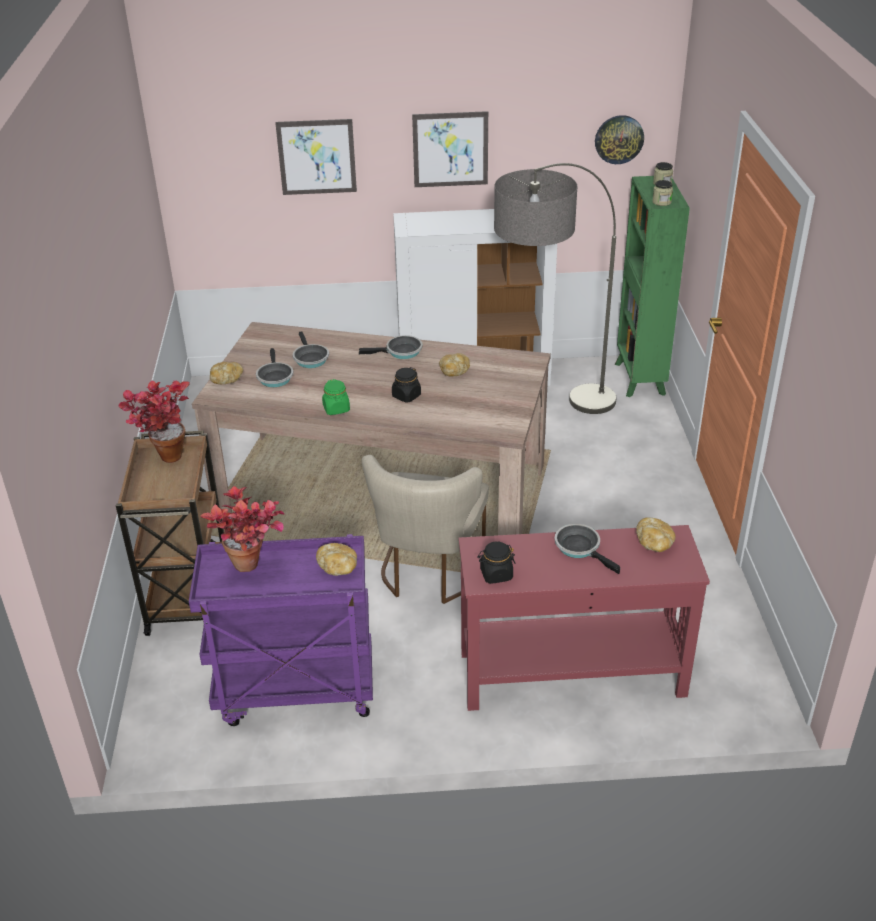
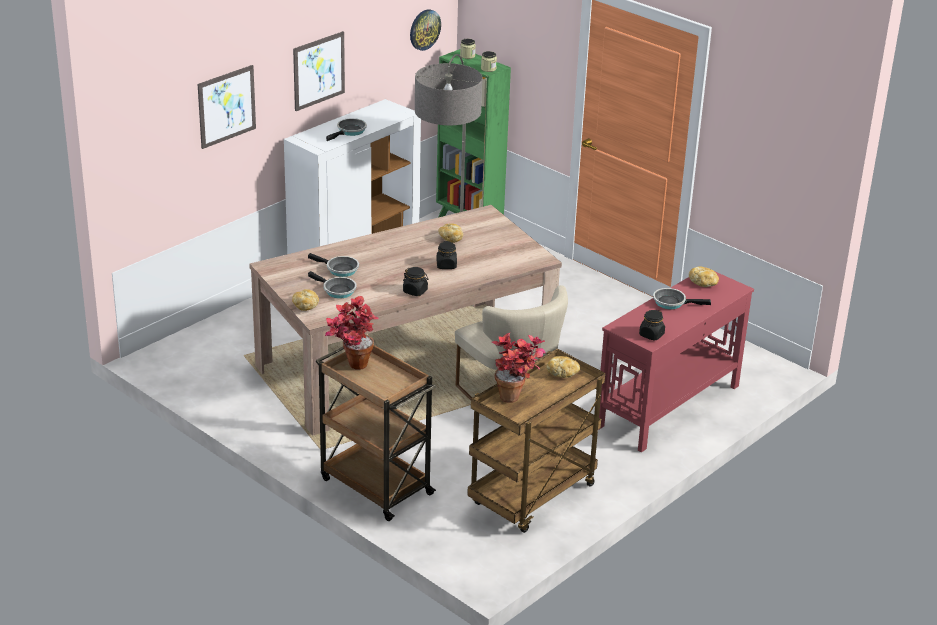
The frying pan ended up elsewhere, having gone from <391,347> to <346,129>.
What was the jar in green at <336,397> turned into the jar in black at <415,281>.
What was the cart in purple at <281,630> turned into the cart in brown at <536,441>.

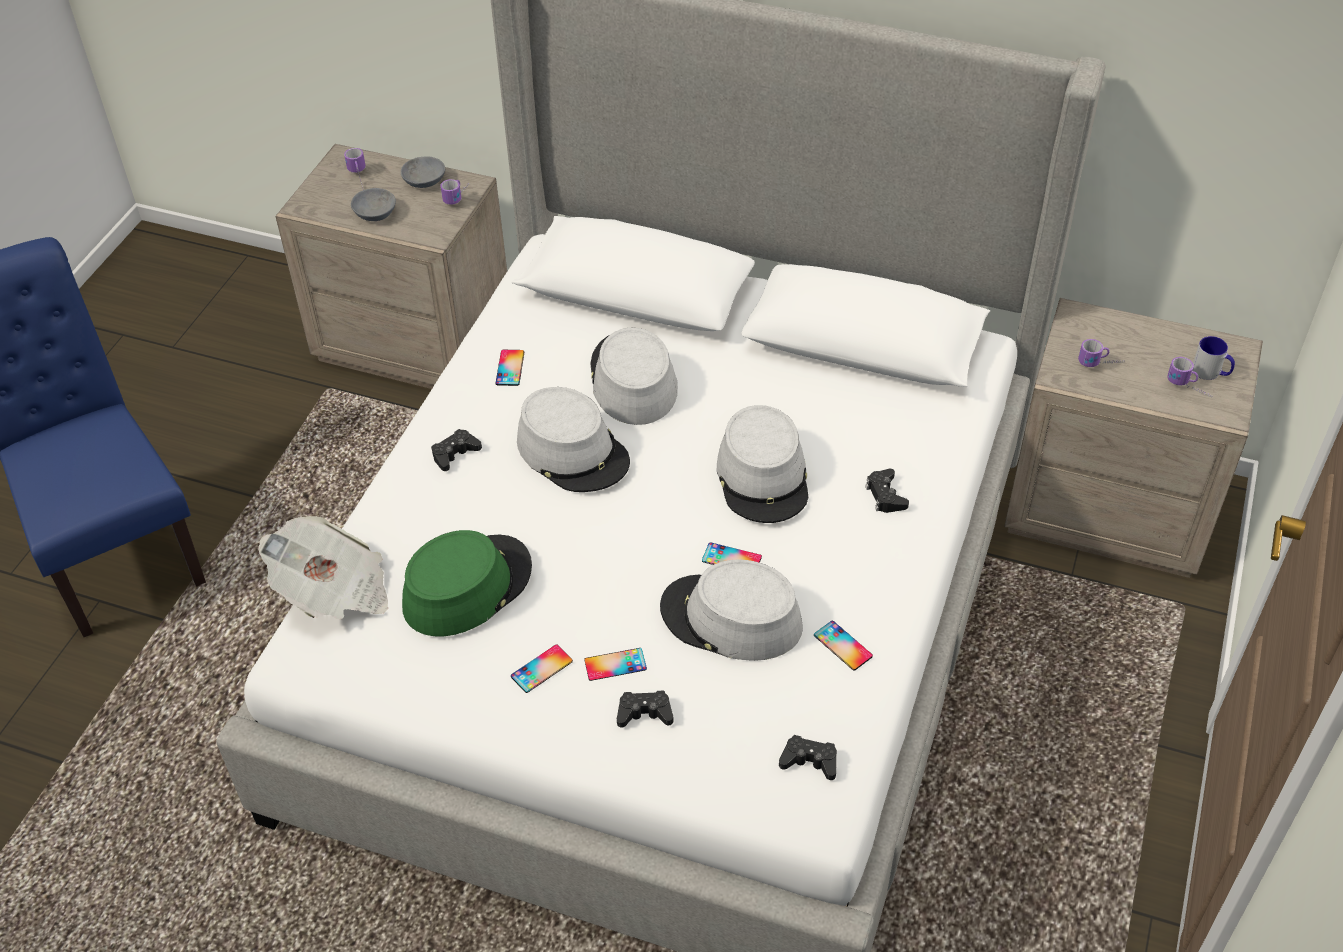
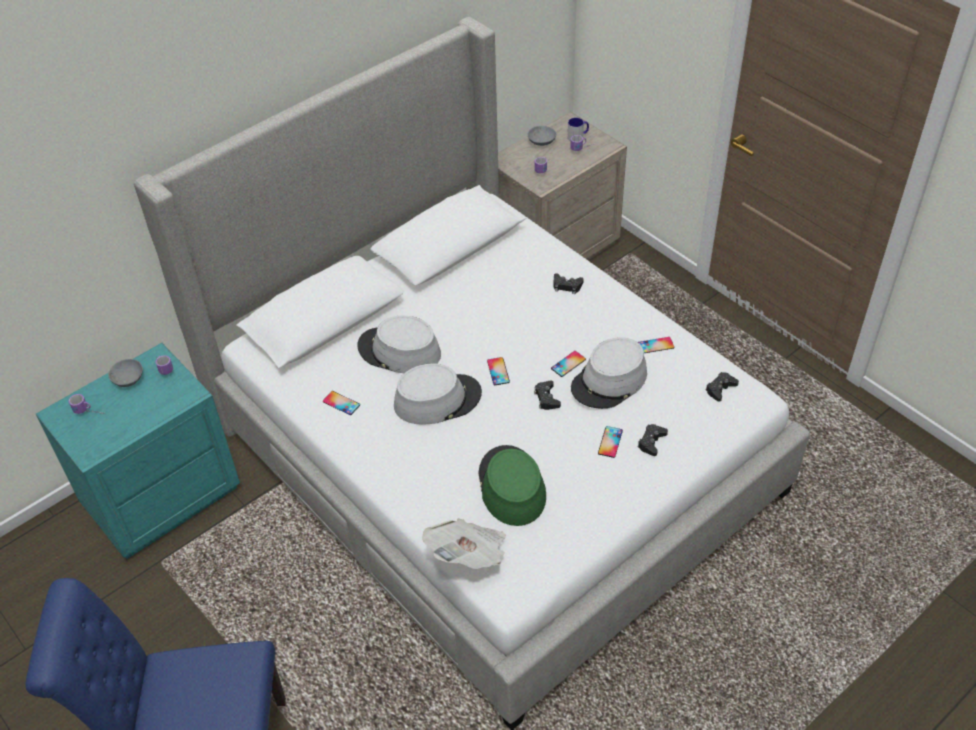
What was the nightstand in beige at <391,266> turned into the nightstand in turquoise at <138,451>.
The bowl in grey ended up elsewhere, having gone from <373,204> to <541,136>.
The second view lost the hat in grey at <762,464>.
The game controller in black ended up elsewhere, having gone from <456,450> to <547,395>.
The phone ended up elsewhere, having gone from <542,668> to <498,371>.

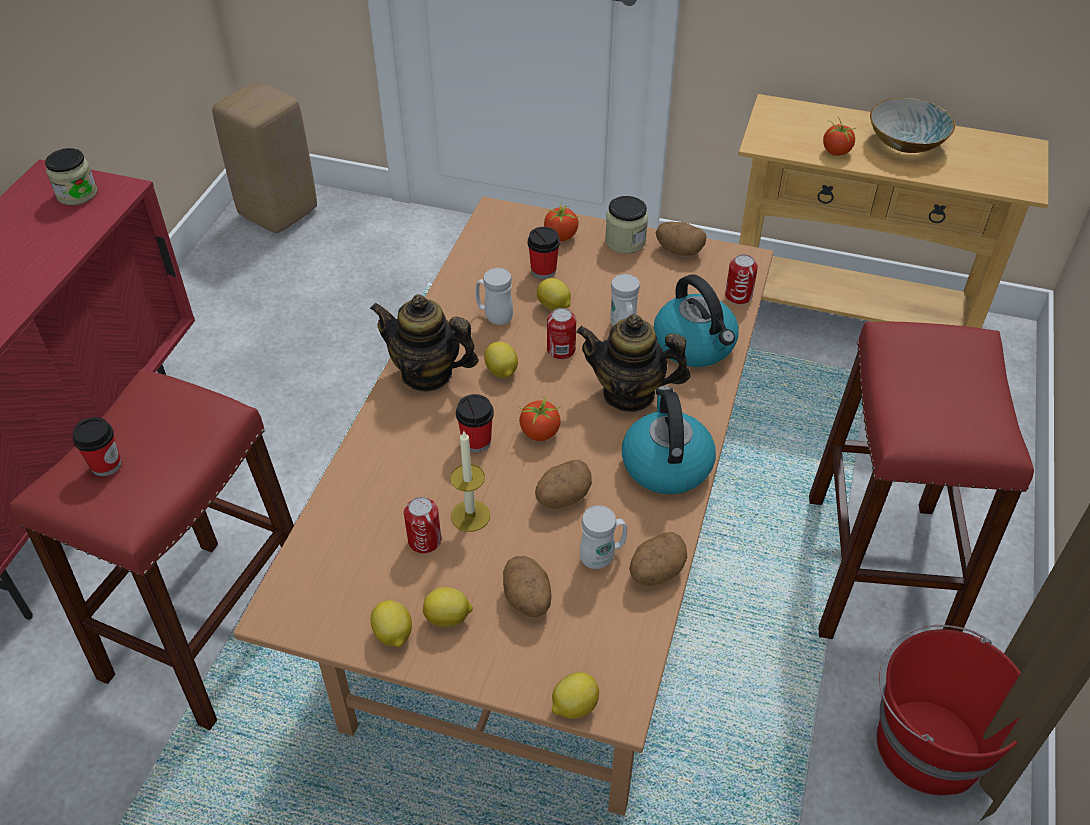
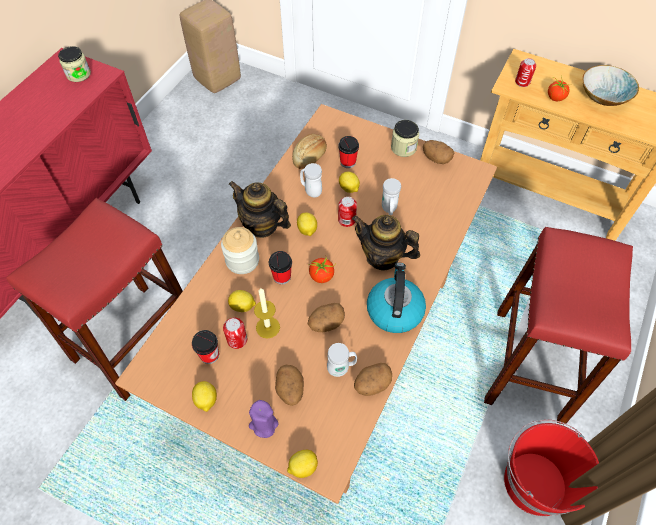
The second view lost the tomato at <561,221>.
The can ended up elsewhere, having gone from <741,279> to <525,72>.
The second view lost the kettle at <696,320>.
The cup ended up elsewhere, having gone from <97,446> to <205,347>.
The lemon ended up elsewhere, having gone from <448,607> to <242,301>.
The second view gained the bread at <309,151>.
The second view gained the jar at <240,250>.
The second view gained the candle in purple at <264,419>.

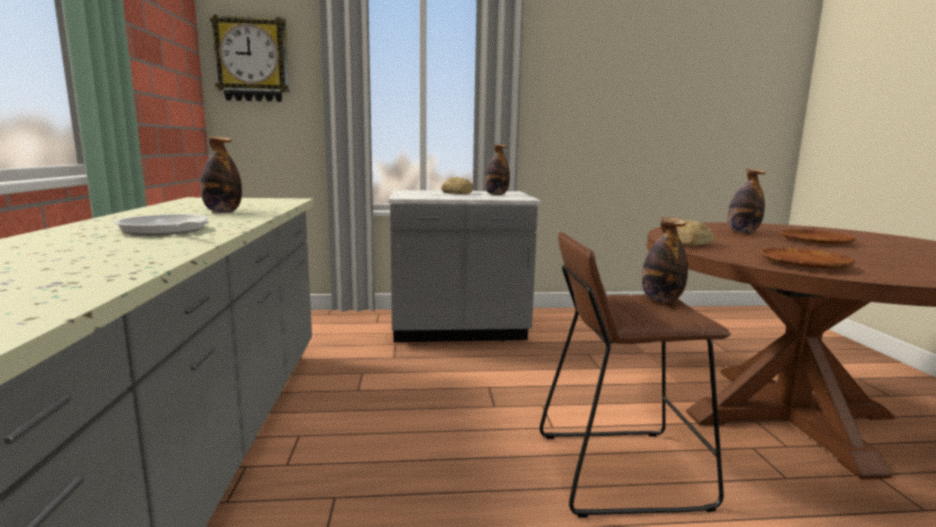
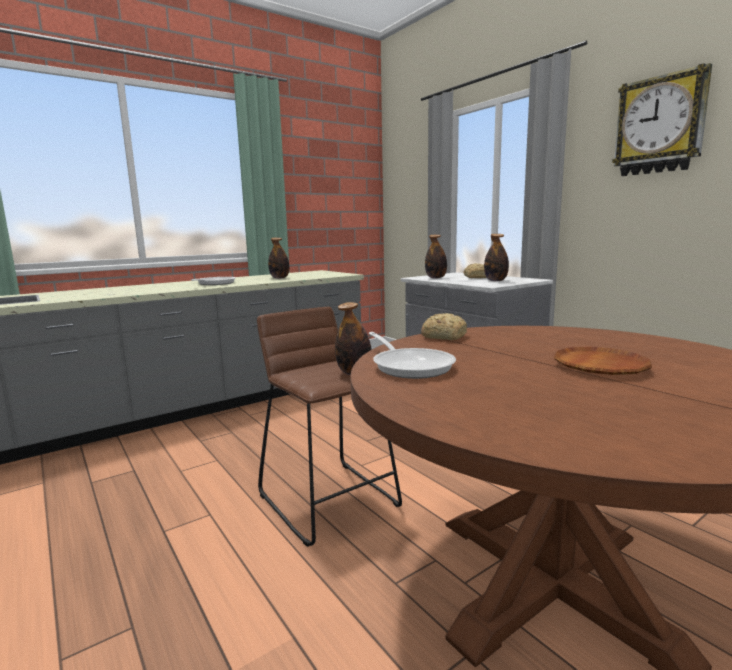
The wall clock ended up elsewhere, having gone from <249,58> to <662,119>.
The bottle ended up elsewhere, having gone from <746,201> to <436,256>.
Where the plate in brown stood at <808,258>, the frying pan came to stand at <412,355>.

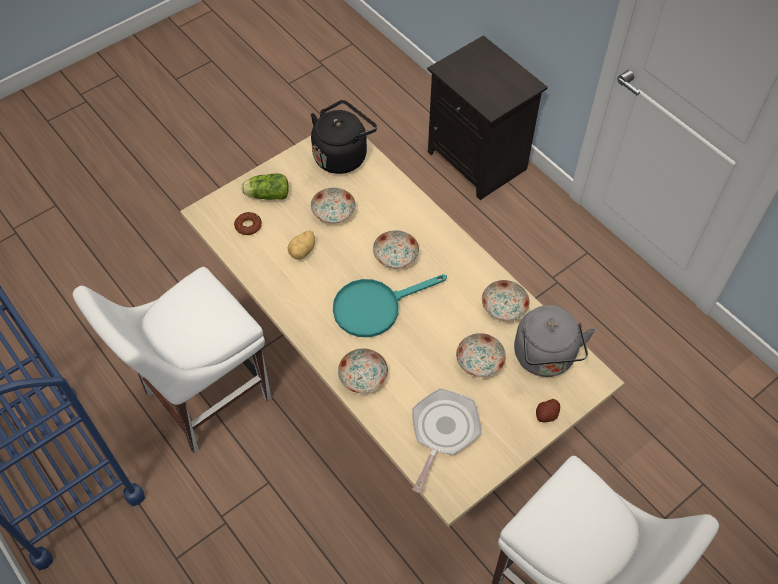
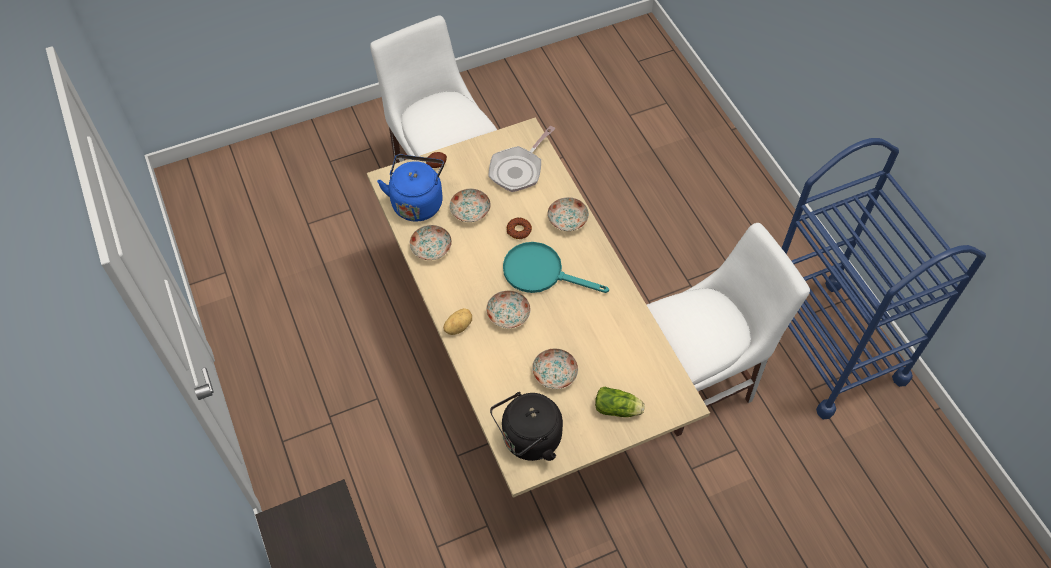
The donut ended up elsewhere, having gone from <248,223> to <519,228>.
The potato ended up elsewhere, having gone from <301,245> to <457,321>.
The frying pan in turquoise at <390,305> ended up facing another way, 150 degrees counterclockwise from before.
What was the kettle in grey at <554,341> turned into the kettle in blue at <410,188>.

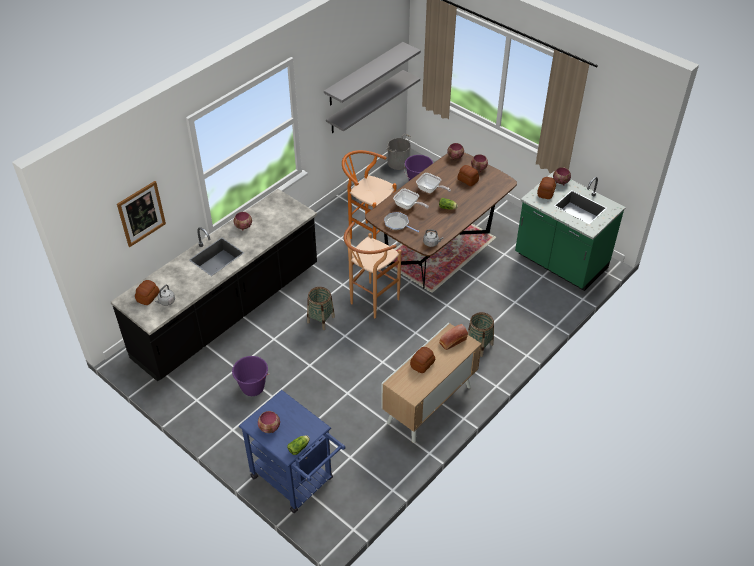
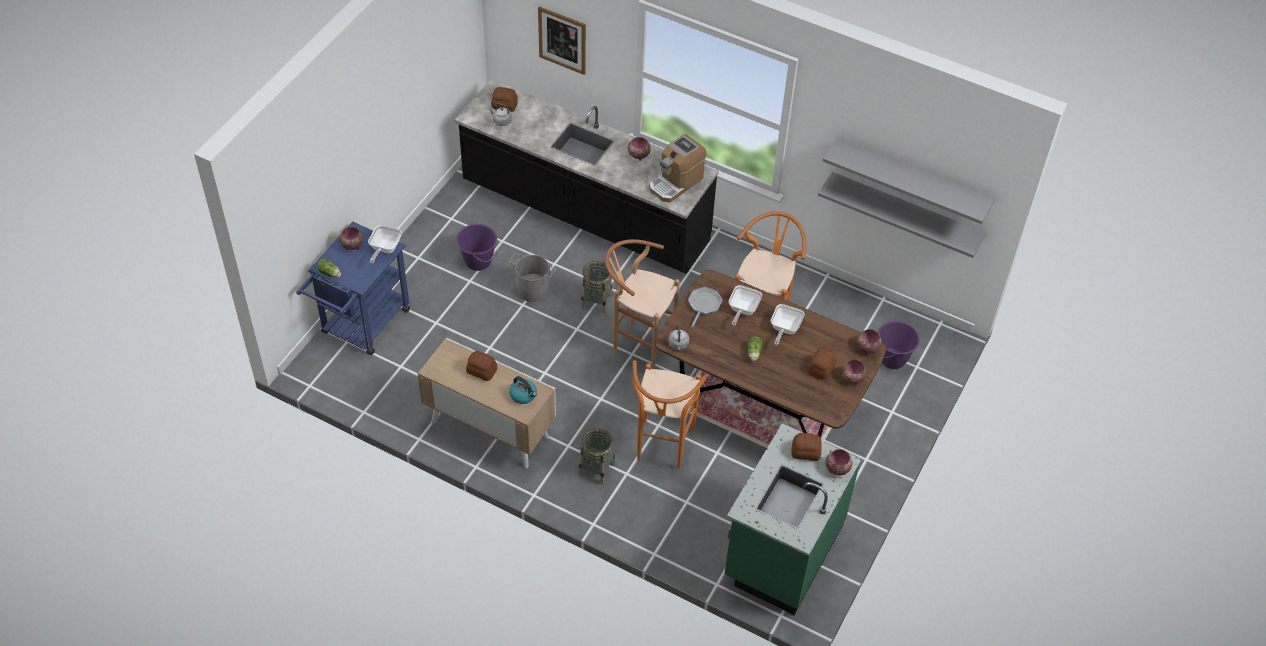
The bucket in grey ended up elsewhere, having gone from <399,152> to <532,277>.
Where the bread stood at <453,337>, the kettle came to stand at <523,390>.
The second view gained the coffee machine at <678,168>.
The second view gained the frying pan at <385,244>.
The second view gained the stool in orange at <669,414>.

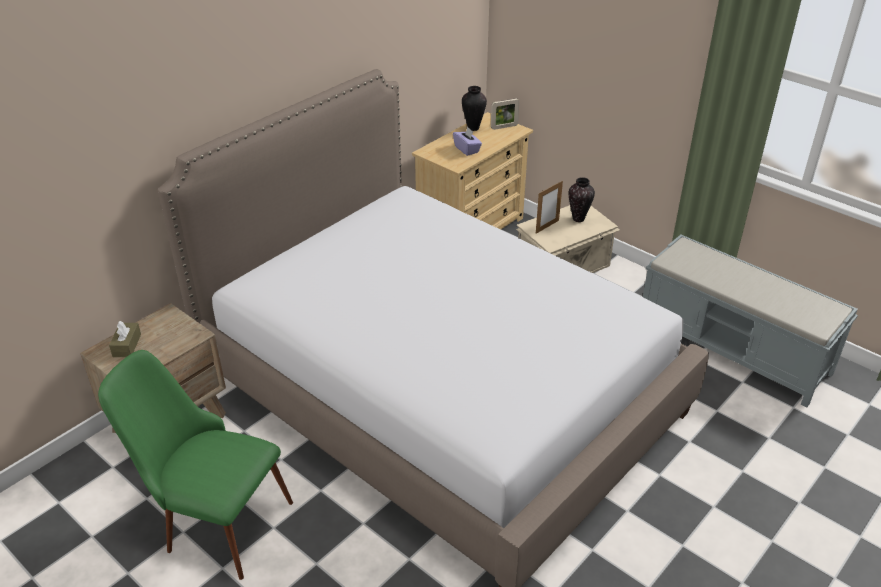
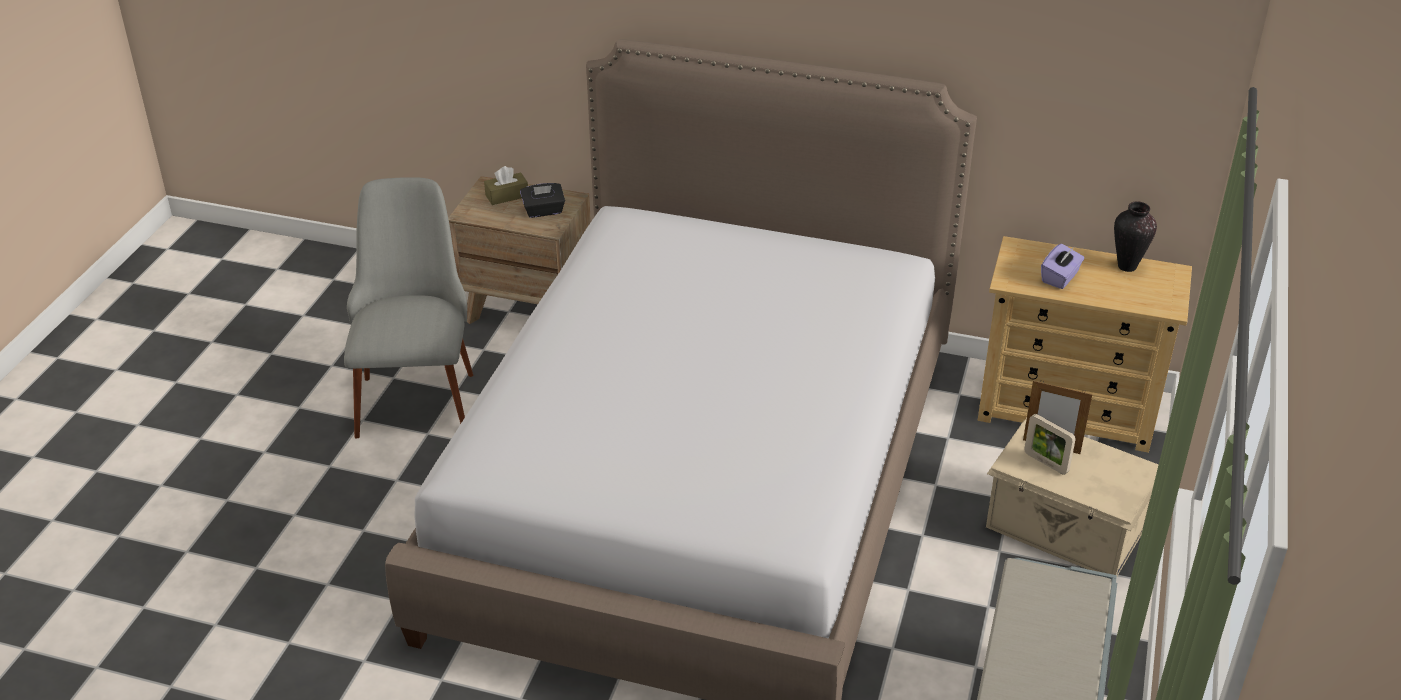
The picture frame ended up elsewhere, having gone from <505,114> to <1050,444>.
The second view lost the vase at <581,199>.
What was the chair in green at <195,465> turned into the chair in grey at <408,308>.
The second view gained the tissue box in black at <542,200>.

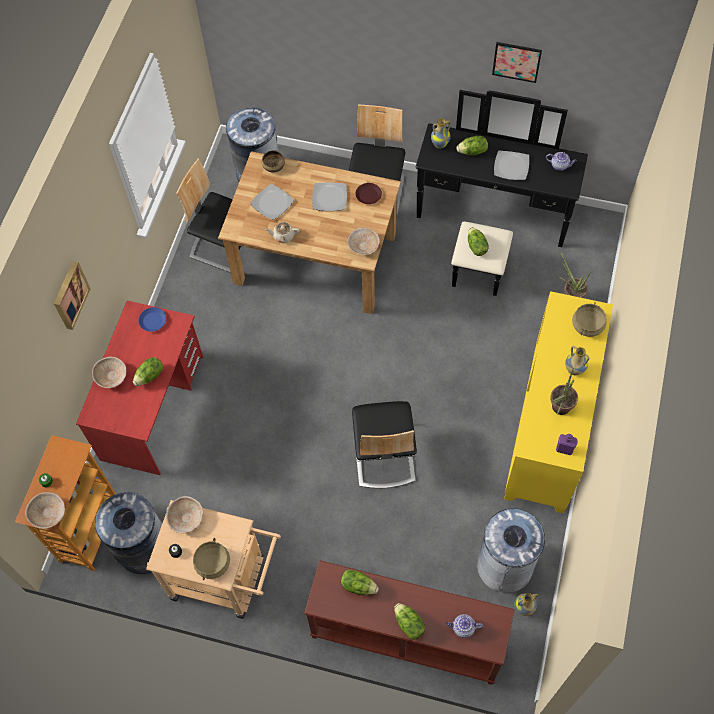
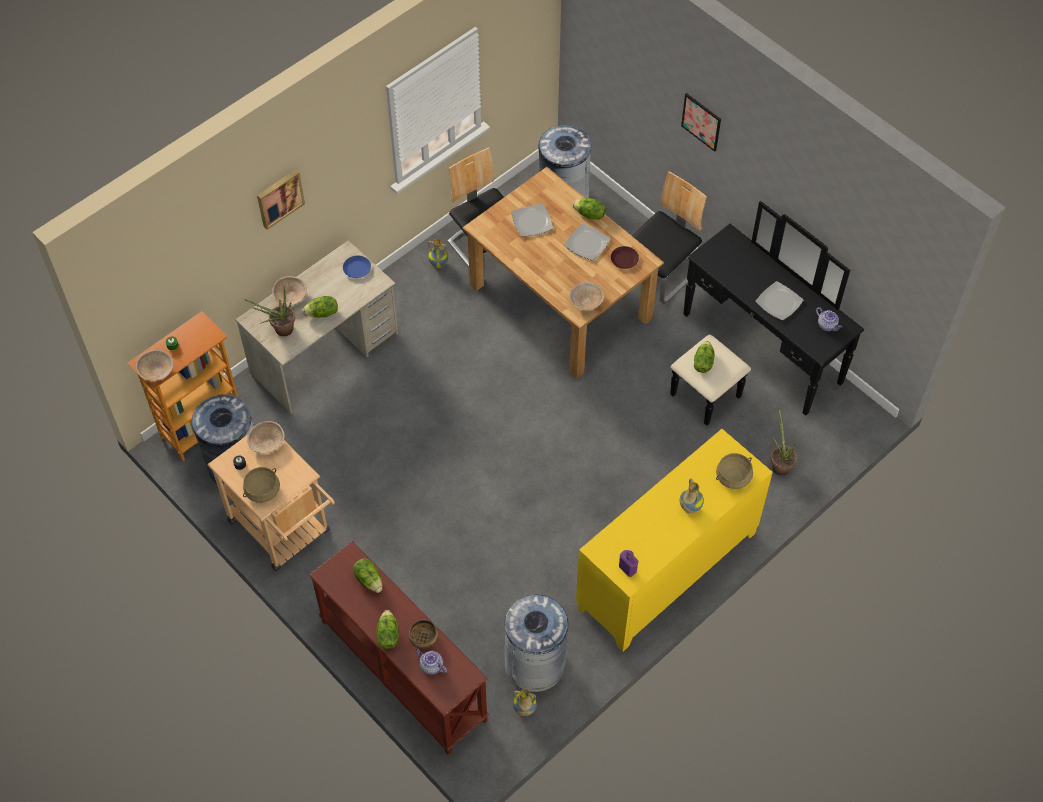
The picture ended up elsewhere, having gone from <517,62> to <701,122>.
The vase ended up elsewhere, having gone from <441,133> to <438,254>.
The lettuce ended up elsewhere, having gone from <472,145> to <589,209>.
The bowl ended up elsewhere, having gone from <273,161> to <423,634>.
The second view lost the teapot in beige at <282,232>.
What was the desk in red at <139,388> turned into the desk in beige at <316,326>.
The potted plant ended up elsewhere, having gone from <564,392> to <269,311>.
The second view lost the chair at <384,444>.

